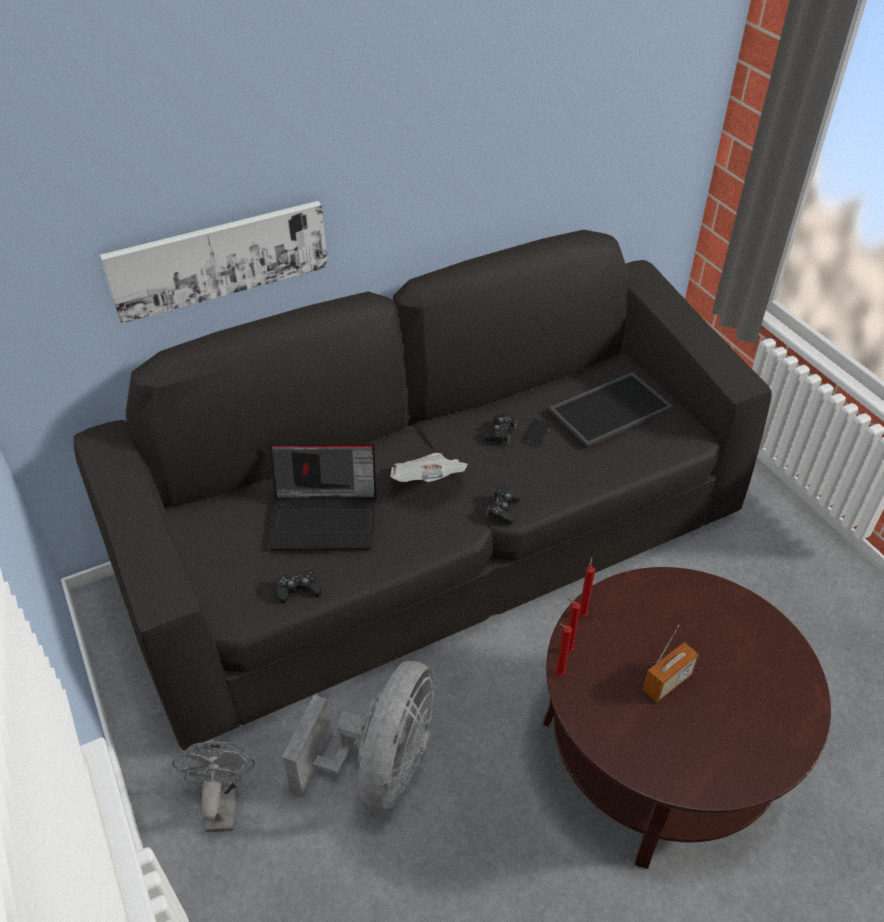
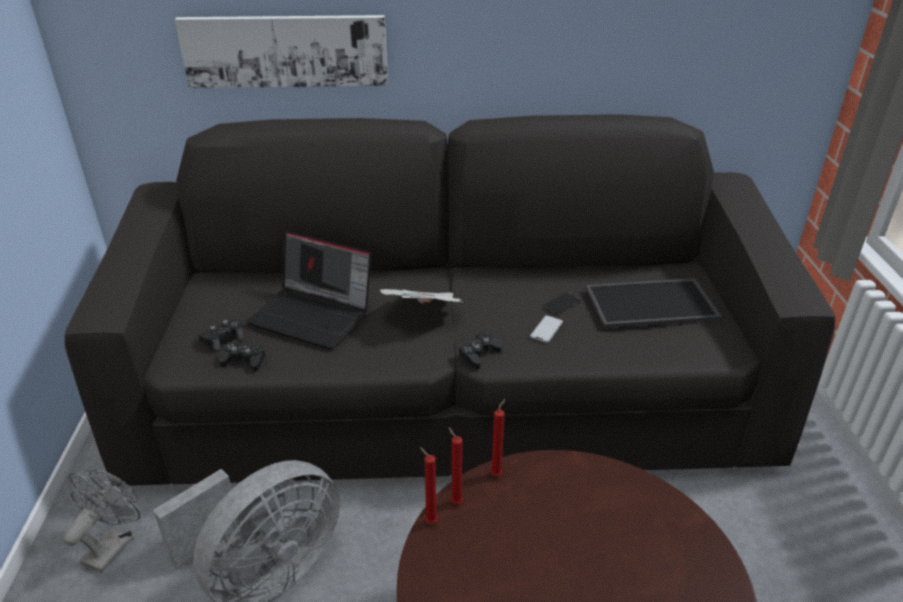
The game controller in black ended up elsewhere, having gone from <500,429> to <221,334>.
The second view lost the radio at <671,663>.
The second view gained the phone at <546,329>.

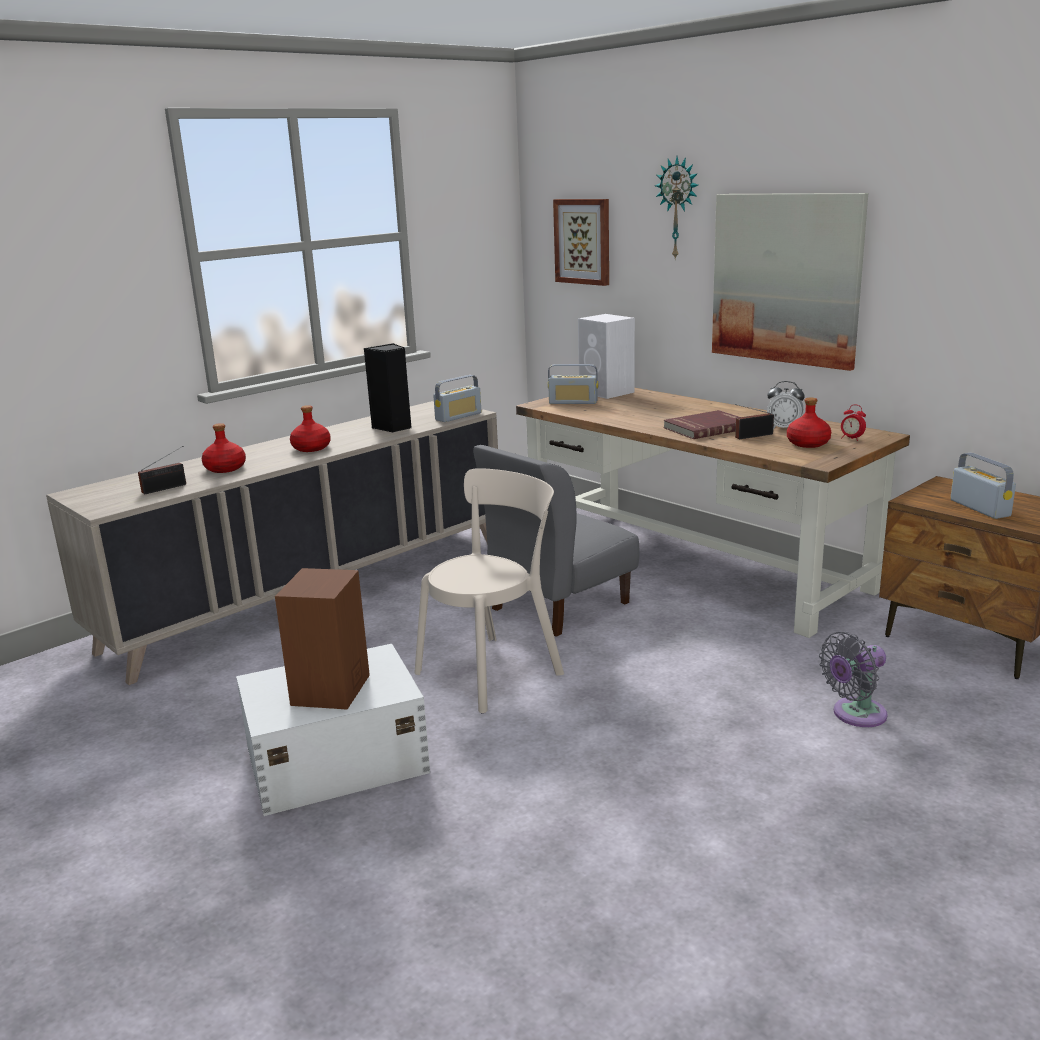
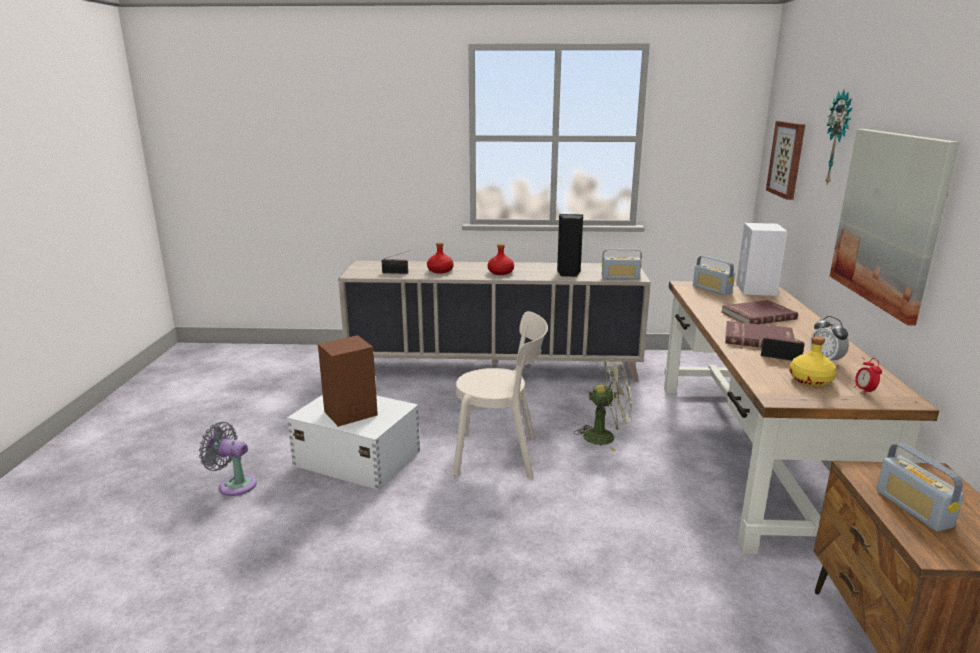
What was the bottle in red at <809,422> turned into the bottle in yellow at <813,361>.
Where the chair in grey stood at <556,541>, the fan in green came to stand at <602,405>.
The radio at <983,486> ended up facing another way, 135 degrees clockwise from before.
The fan in grey ended up elsewhere, having gone from <853,679> to <228,459>.
The second view gained the book in red at <759,312>.

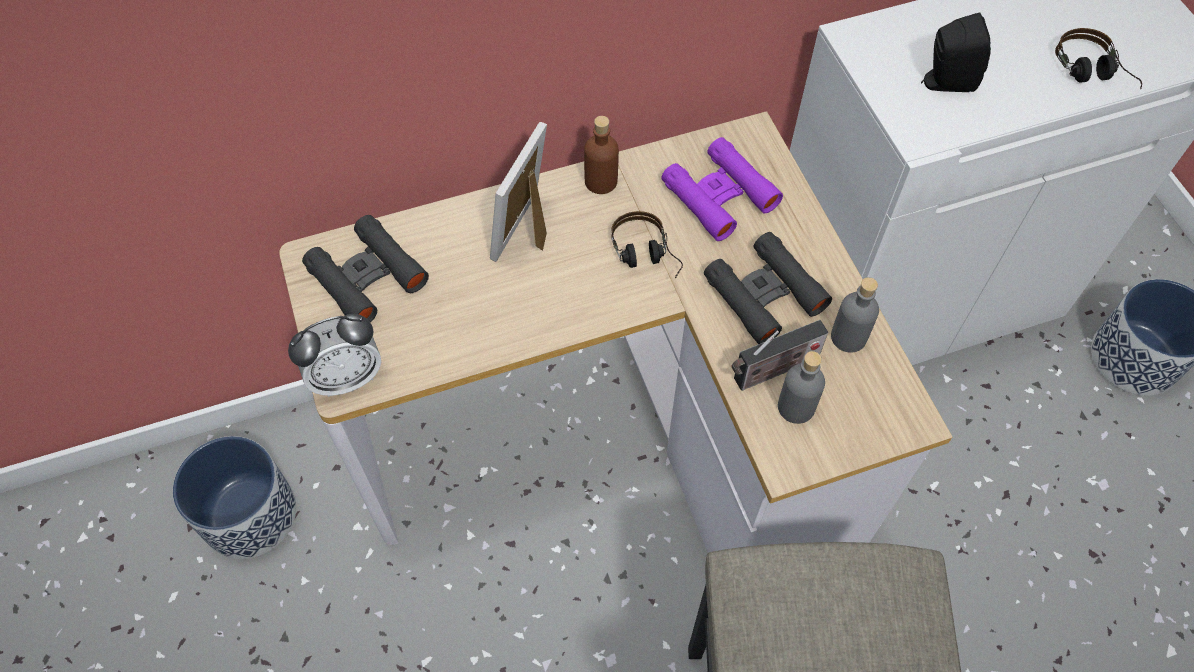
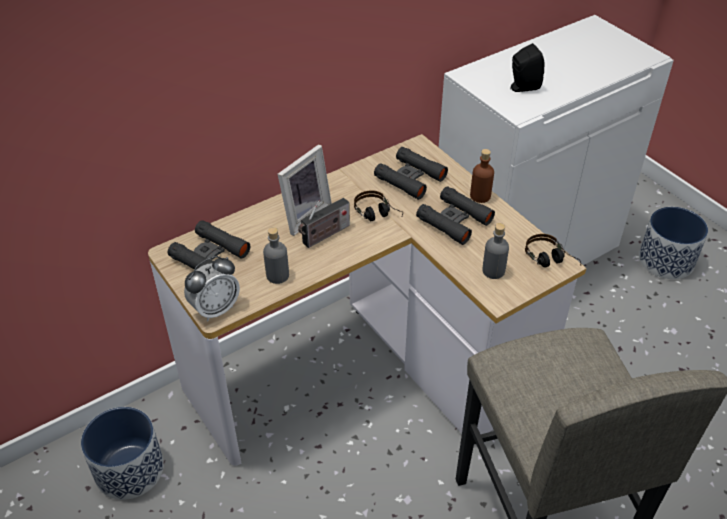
The headphones ended up elsewhere, having gone from <1098,58> to <553,251>.
The bottle in brown ended up elsewhere, having gone from <601,155> to <482,176>.
The picture frame at <518,192> ended up facing another way, 150 degrees counterclockwise from before.
What was the binoculars in purple at <722,189> turned into the binoculars in black at <411,173>.
The bottle in grey ended up elsewhere, having gone from <855,315> to <276,255>.
The radio ended up elsewhere, having gone from <779,355> to <324,223>.

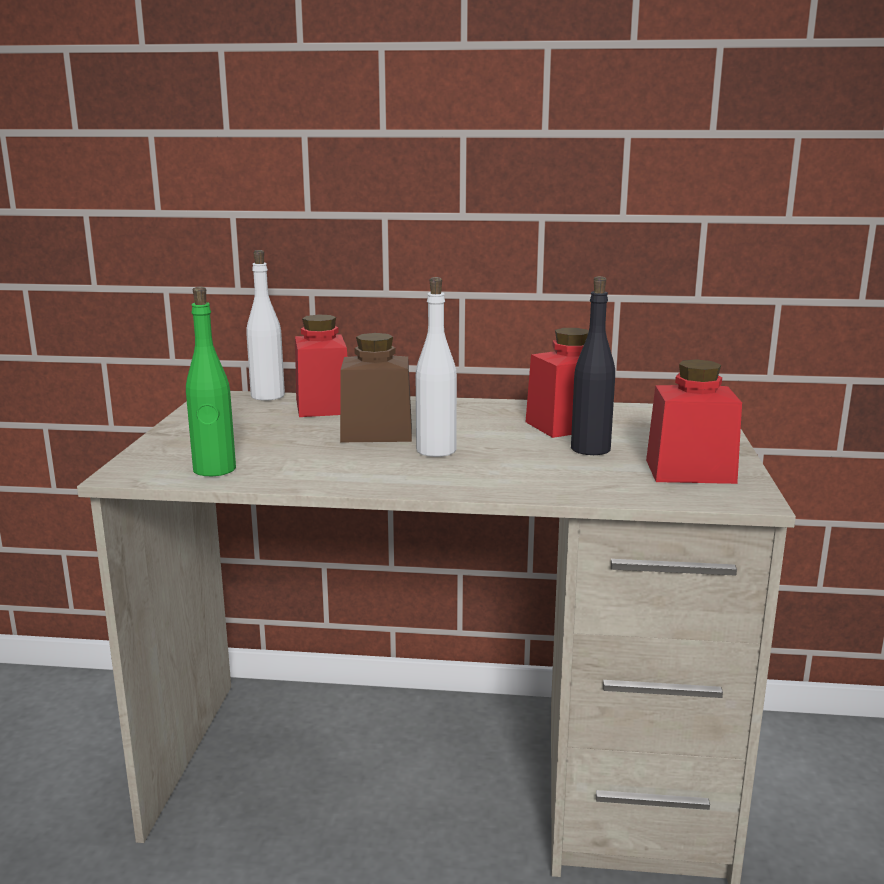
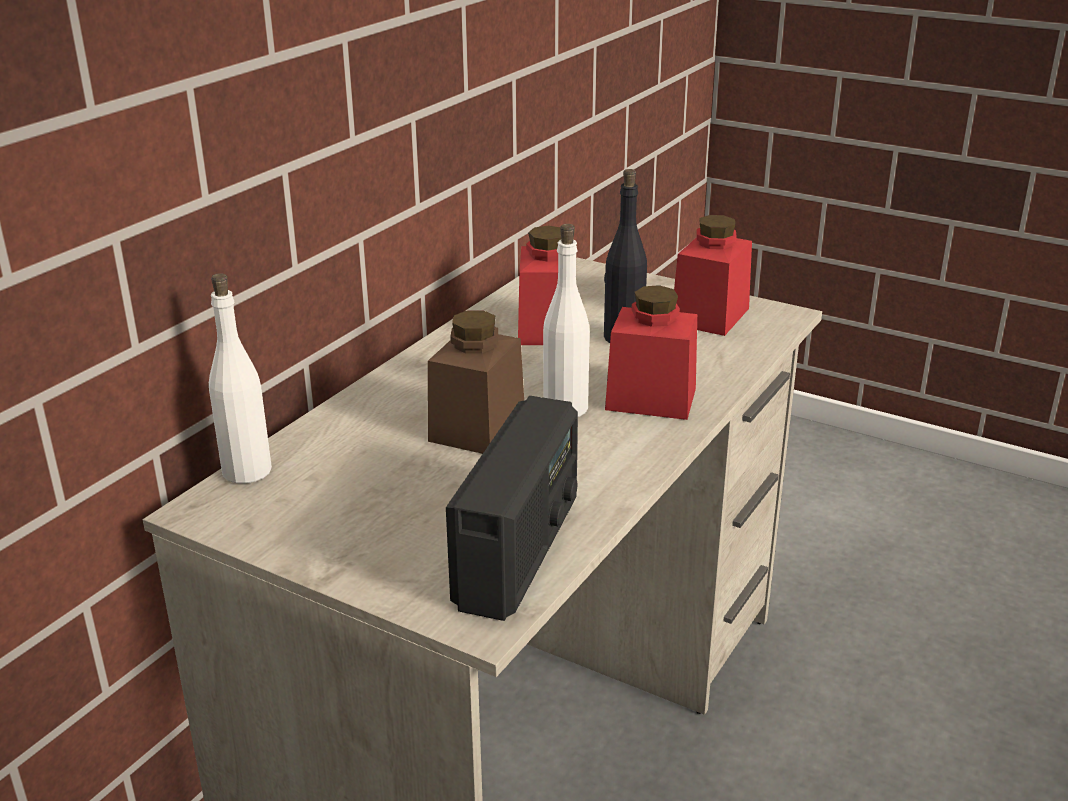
Where the bottle in green stood at <211,381>, the radio came to stand at <512,508>.
The jar in red ended up elsewhere, having gone from <321,366> to <651,352>.

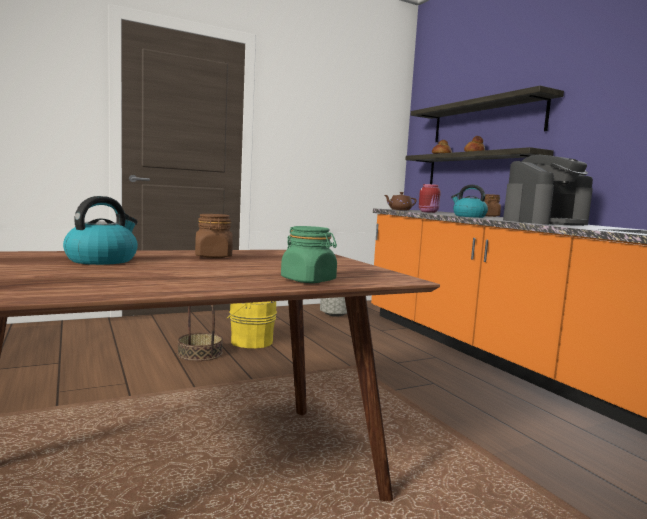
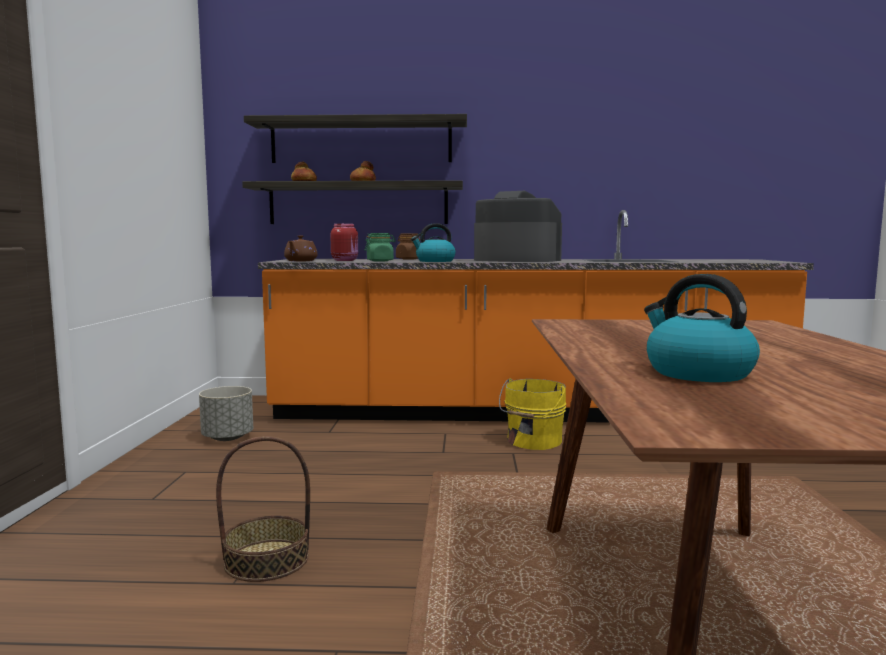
The coffee machine at <548,190> ended up facing another way, 60 degrees counterclockwise from before.
The second view lost the jar in brown at <214,236>.
The jar in green ended up elsewhere, having gone from <309,254> to <380,247>.
The bucket in yellow ended up elsewhere, having gone from <251,324> to <533,414>.

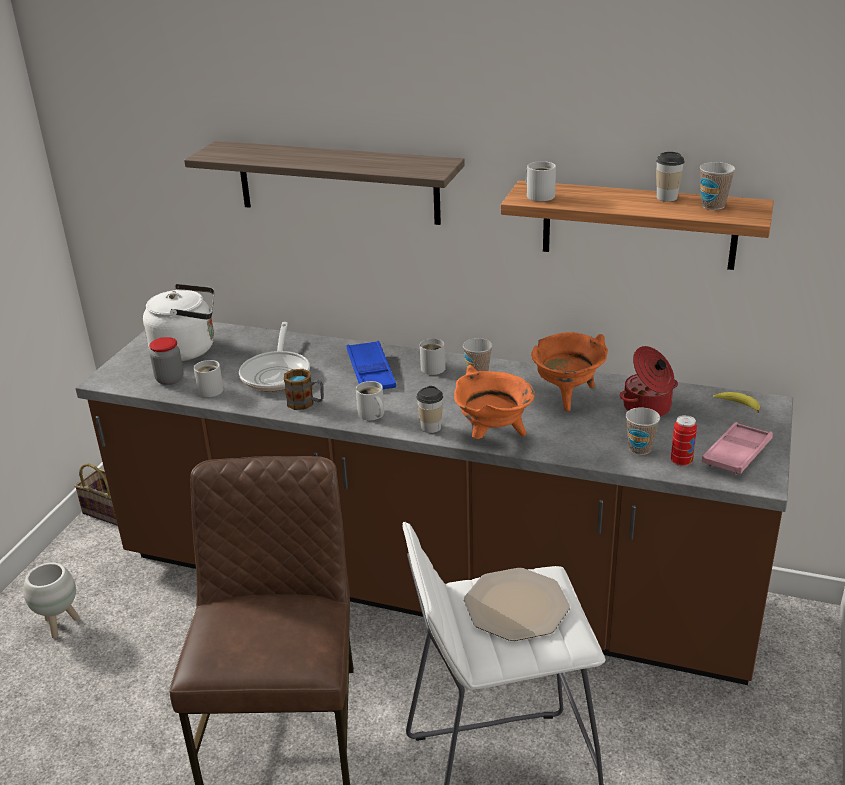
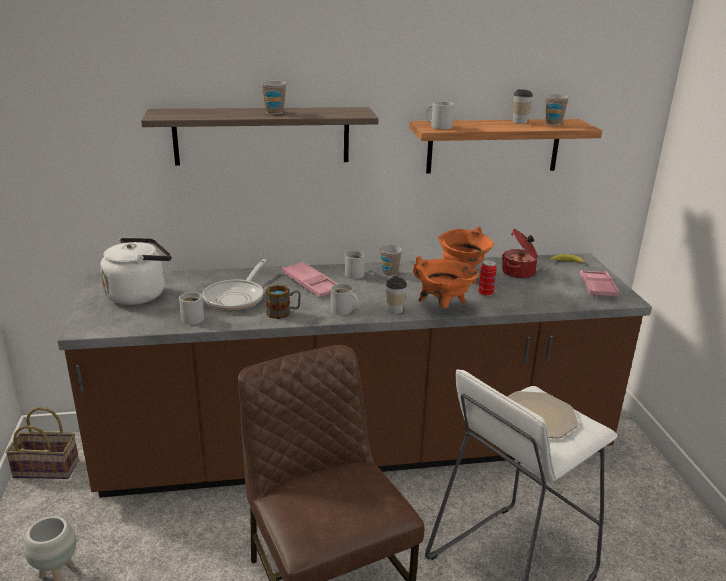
The frying pan at <274,356> ended up facing another way, 45 degrees clockwise from before.
The second view lost the jar at <166,361>.
What was the tray in blue at <371,365> turned into the tray in pink at <309,279>.
The cup ended up elsewhere, having gone from <643,431> to <274,98>.
The can ended up elsewhere, having gone from <684,441> to <488,278>.

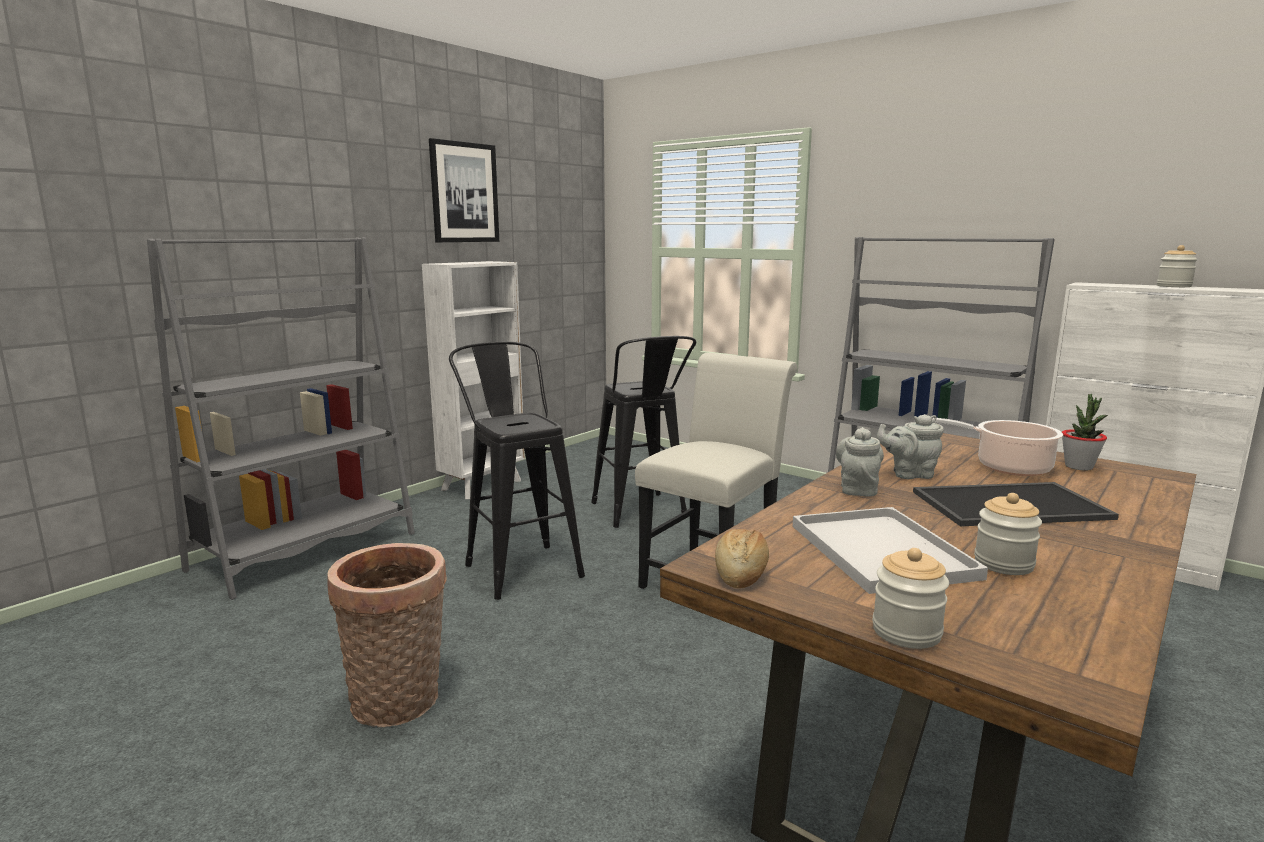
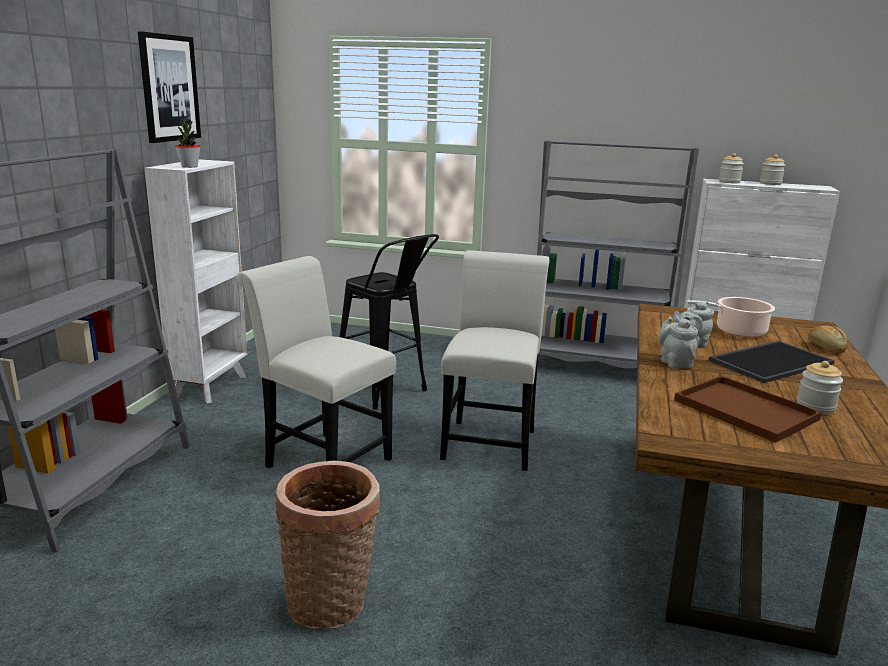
Where the stool in black stood at <517,471>, the chair in white came to stand at <316,362>.
The potted plant ended up elsewhere, having gone from <1085,432> to <188,143>.
What was the tray in white at <890,550> turned into the tray in brown at <748,409>.
The bread ended up elsewhere, having gone from <742,558> to <827,339>.
The jar ended up elsewhere, having gone from <910,598> to <731,168>.

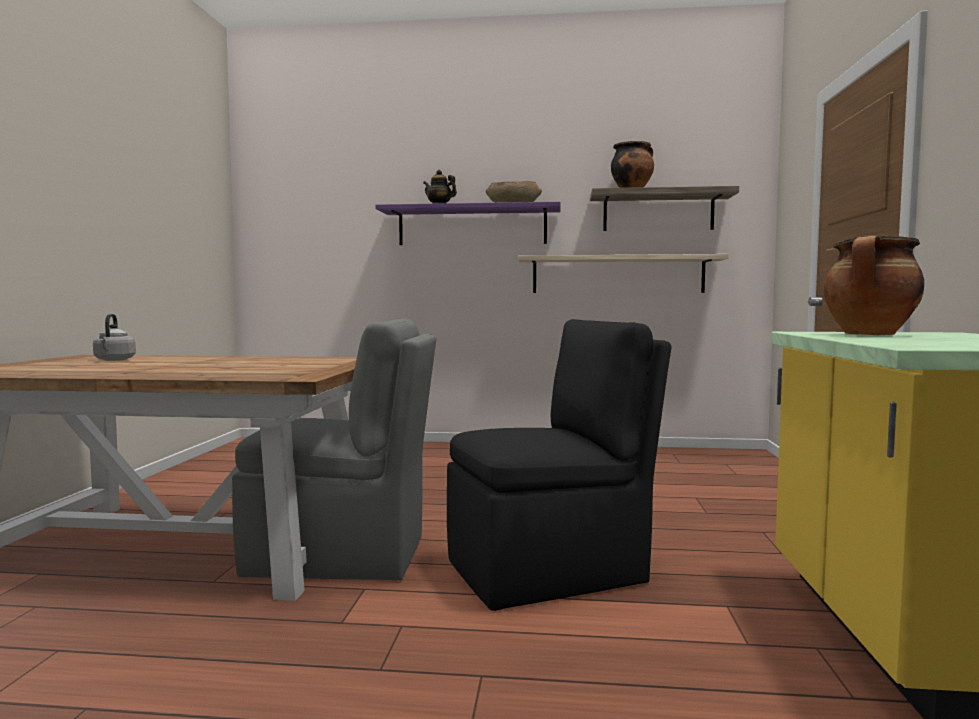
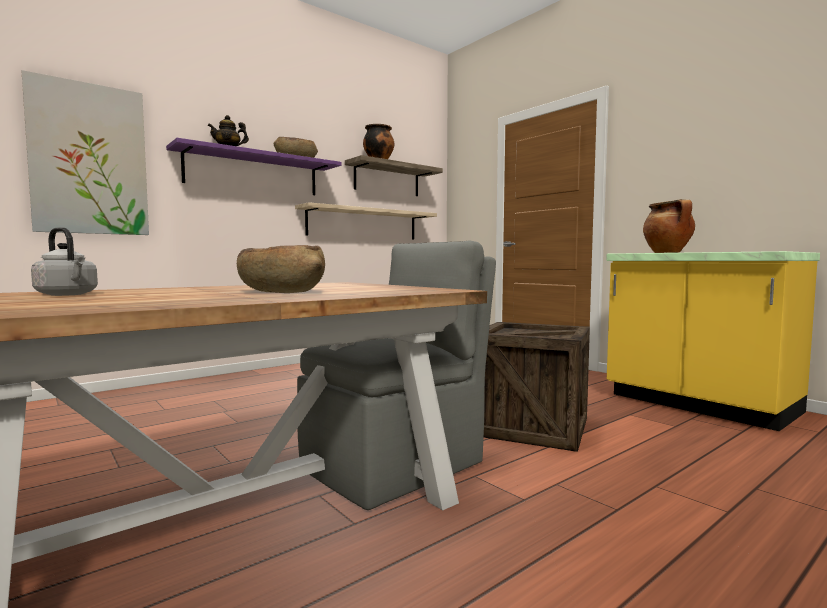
Where the chair in black stood at <559,465>, the crate came to stand at <537,387>.
The second view gained the picture at <85,152>.
The second view gained the bowl in brown at <281,269>.

